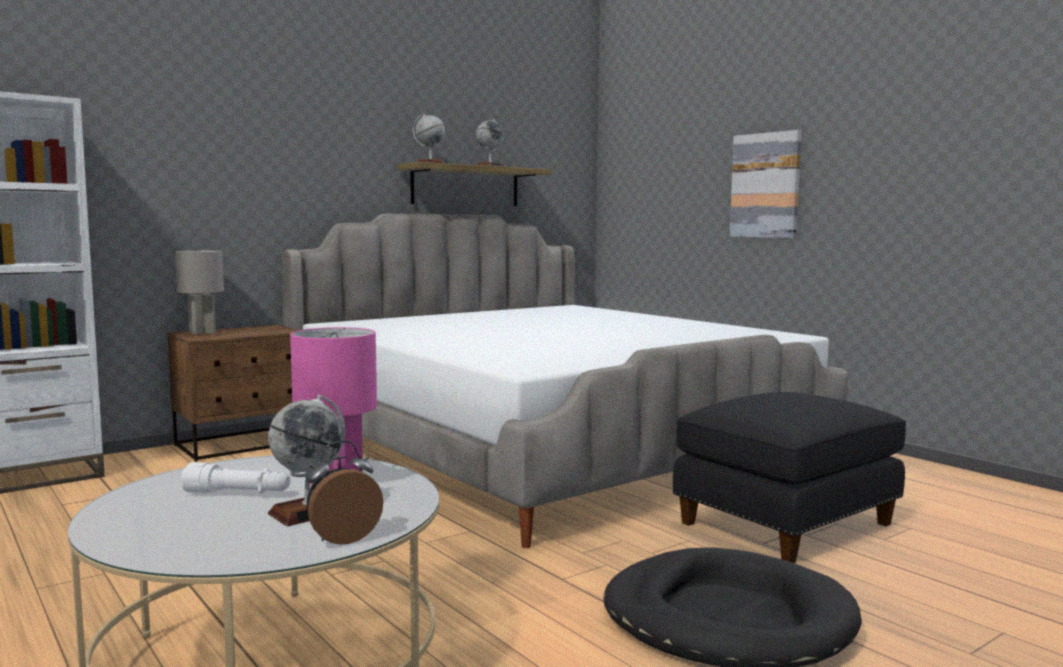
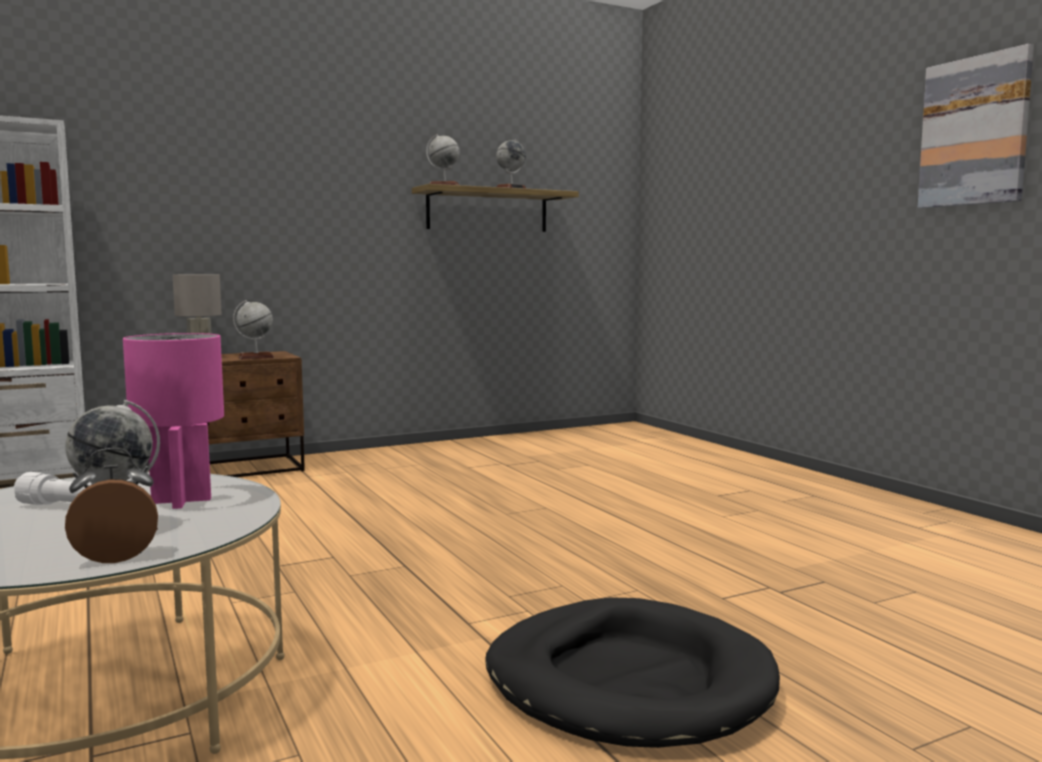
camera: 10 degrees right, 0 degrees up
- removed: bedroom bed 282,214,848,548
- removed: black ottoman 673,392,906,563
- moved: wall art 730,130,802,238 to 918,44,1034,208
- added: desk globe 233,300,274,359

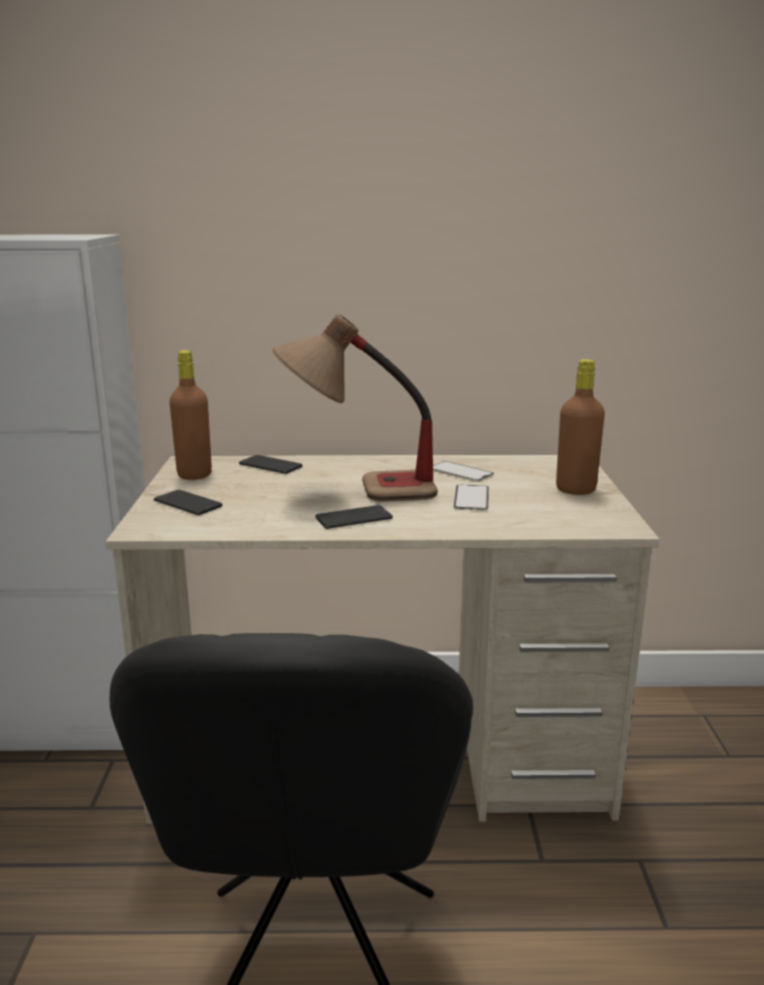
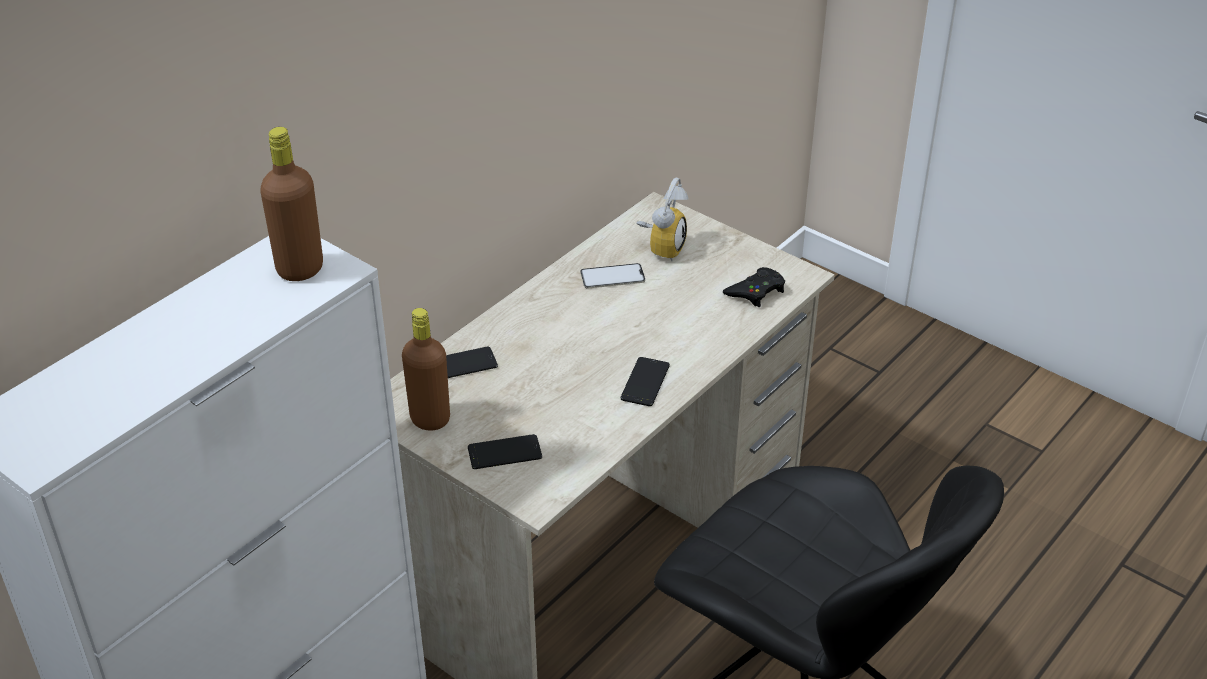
camera: 50 degrees left, 20 degrees up
- removed: table lamp 272,314,438,502
- removed: phone 454,485,489,510
- moved: brownish drink bottle 556,359,605,495 to 260,127,323,281
- added: table clock 637,177,689,261
- added: black game controller 723,267,785,307

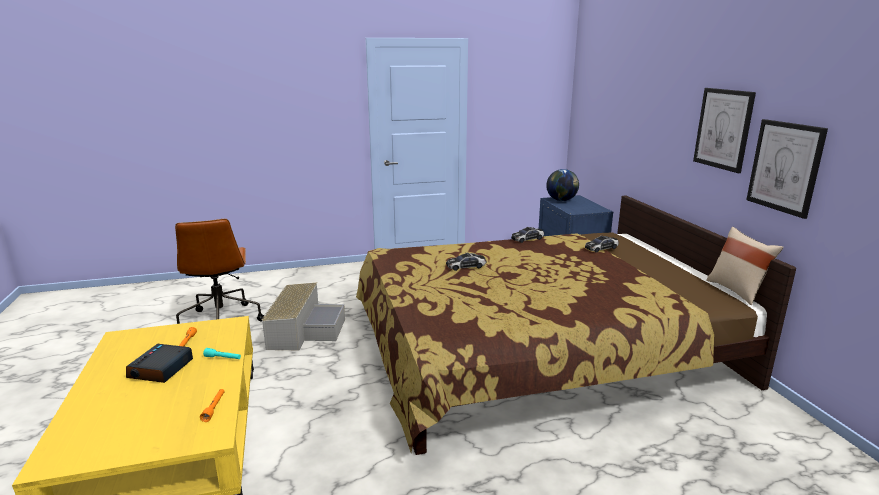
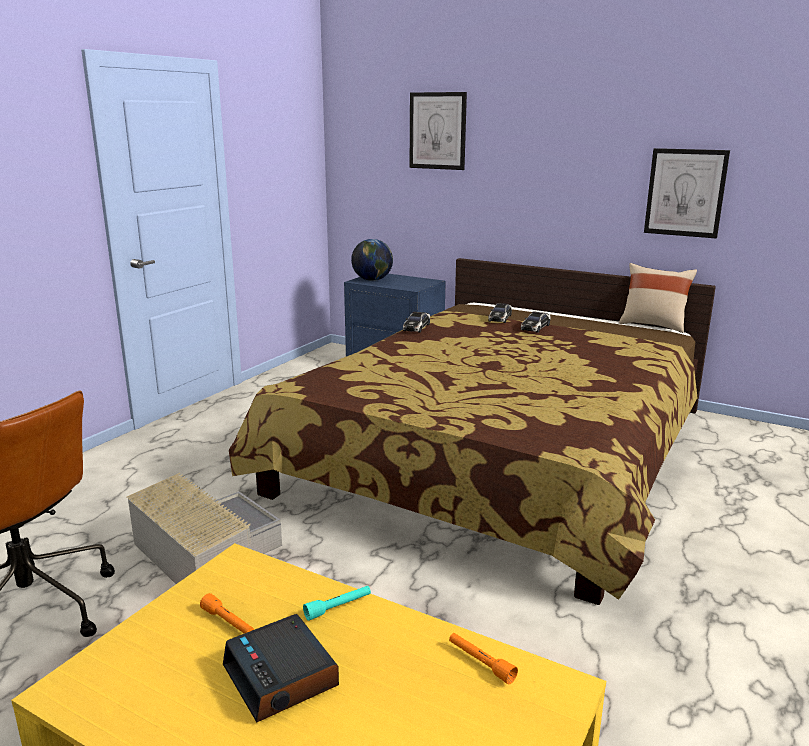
camera: 45 degrees left, 0 degrees up
- moved: miniature car 446,253,486,271 to 521,311,550,333
- moved: wall art 693,88,756,173 to 410,92,467,170

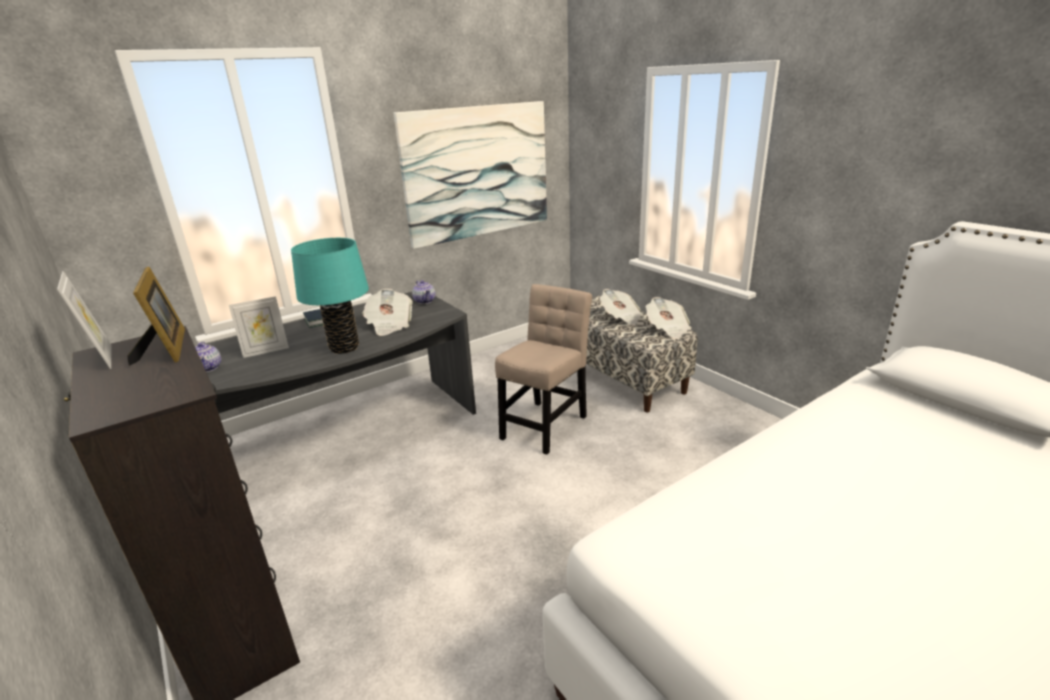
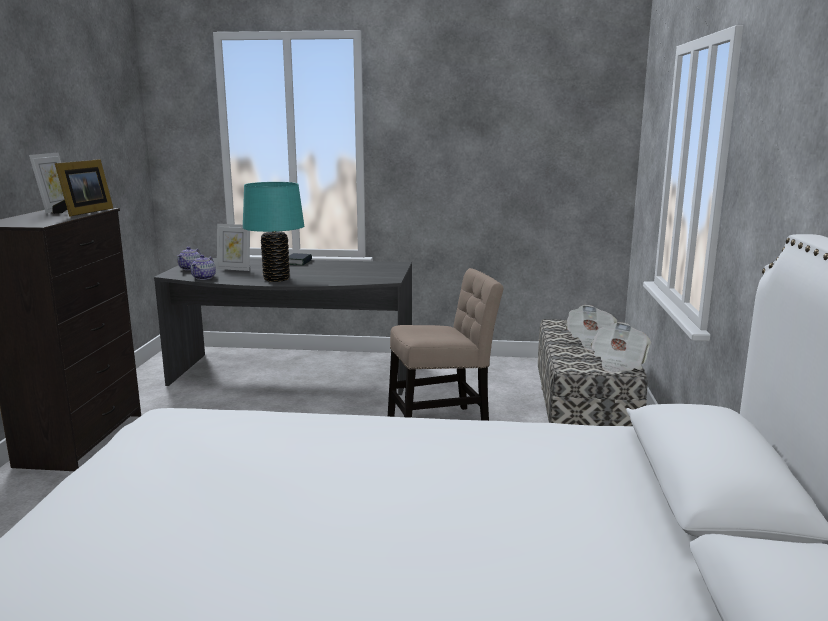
camera: 40 degrees right, 10 degrees down
- removed: daily paper 362,289,413,336
- removed: wall art 393,101,547,249
- moved: tea pot 412,280,435,304 to 191,255,216,280

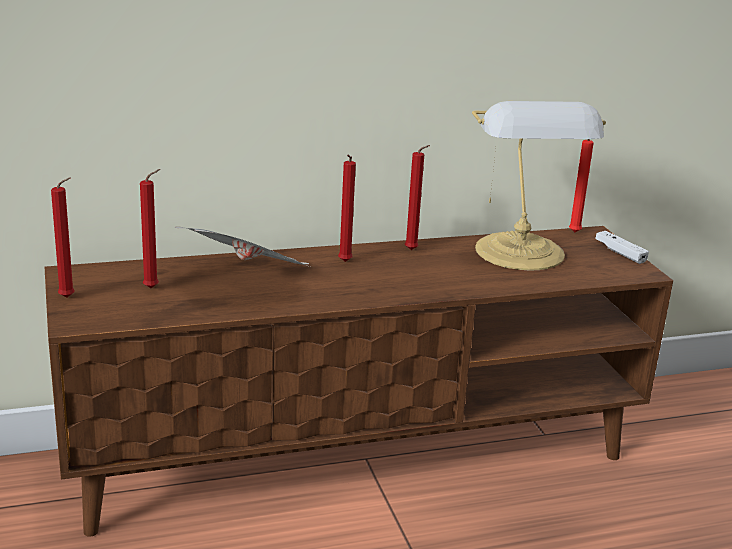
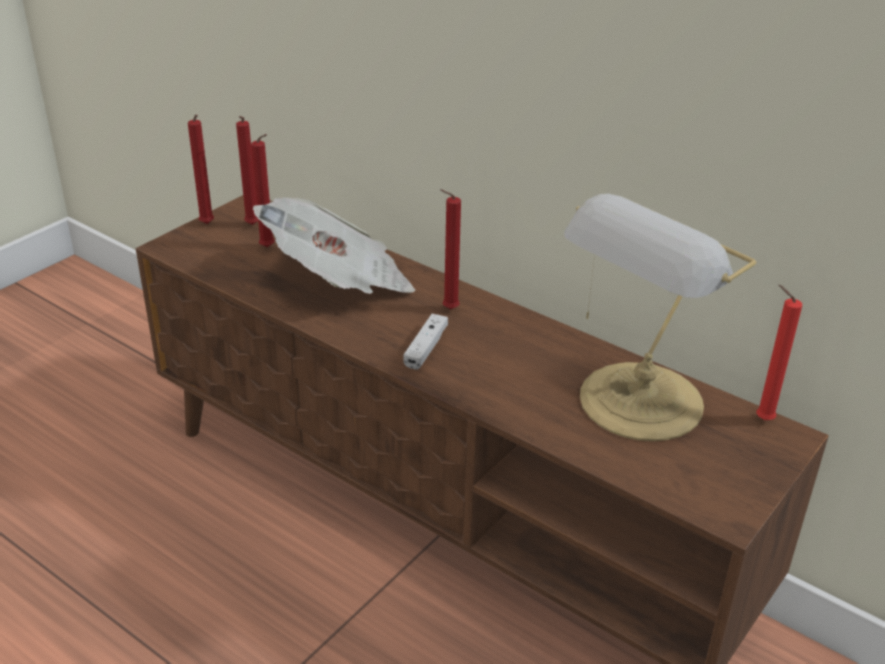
camera: 55 degrees right, 10 degrees up
- moved: red wax candle 405,145,430,250 to 236,116,258,225
- moved: whitish game controller 595,231,649,264 to 403,314,448,370

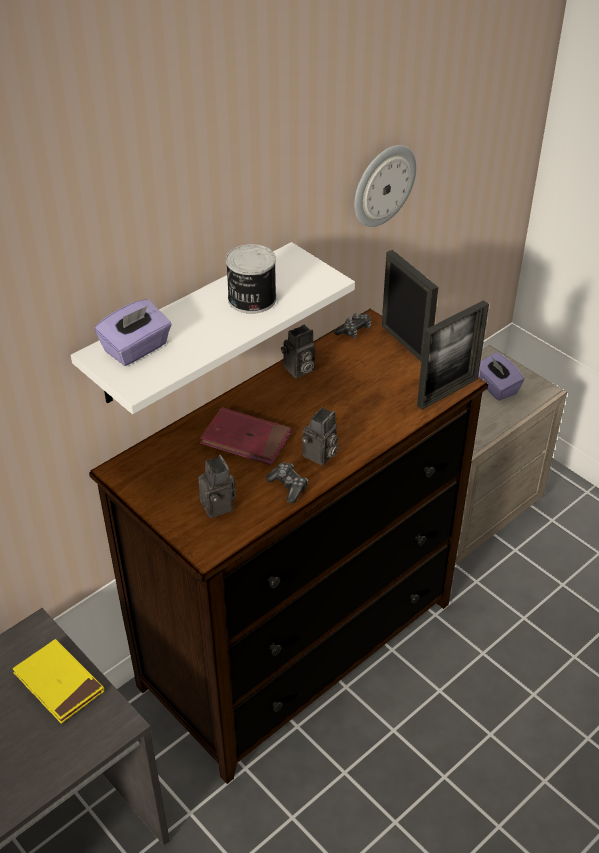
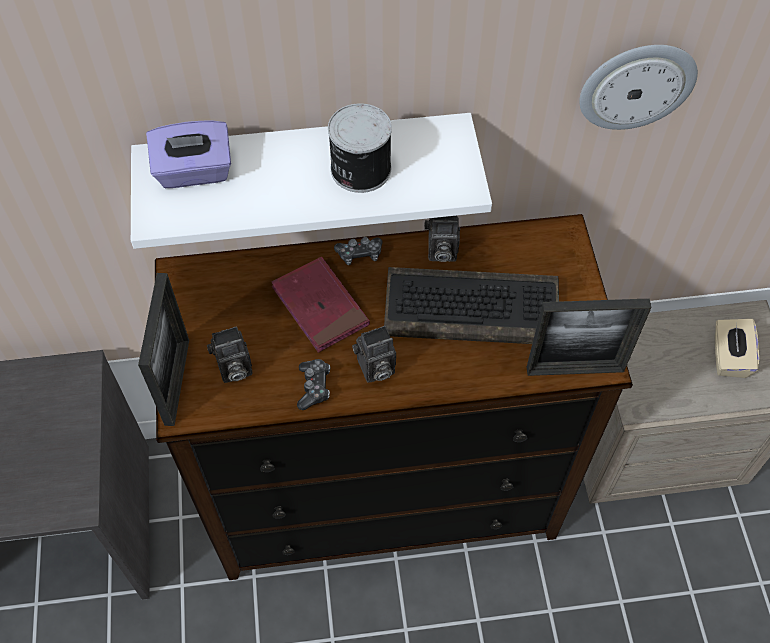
camera: 35 degrees right, 15 degrees up
- removed: yellow volume 13,639,104,724
- turned: photo camera 198,455,236,518 = 207,326,253,383 60 degrees clockwise
- moved: game controller 334,313,372,338 to 334,237,383,265
- moved: picture frame 382,250,438,361 to 138,273,189,426
- recoloured: purple tissue box 478,352,524,401 to beige-coloured tissue box 715,319,759,378
- added: keyboard 384,267,559,344

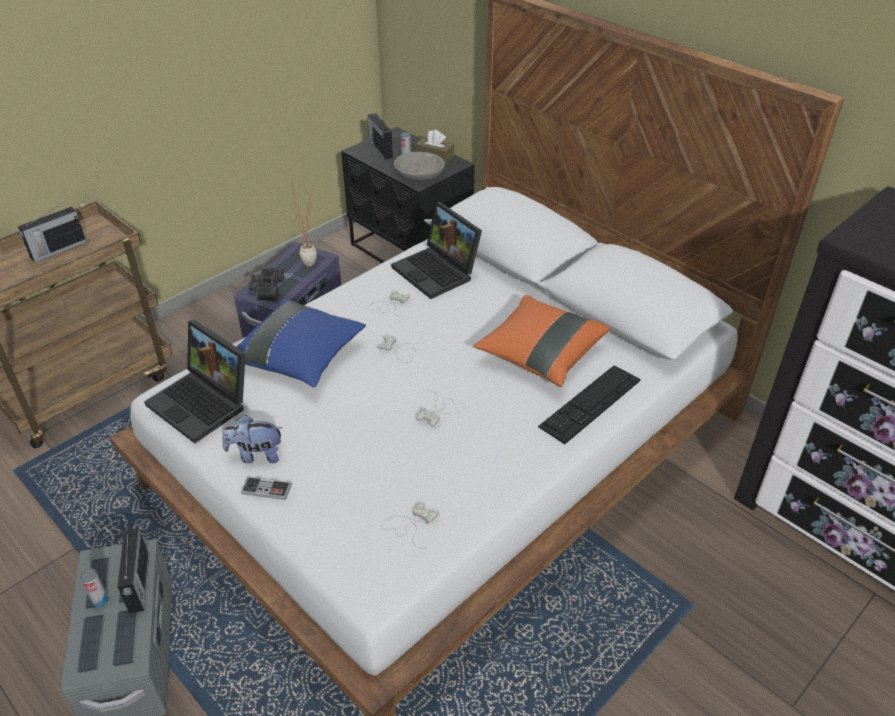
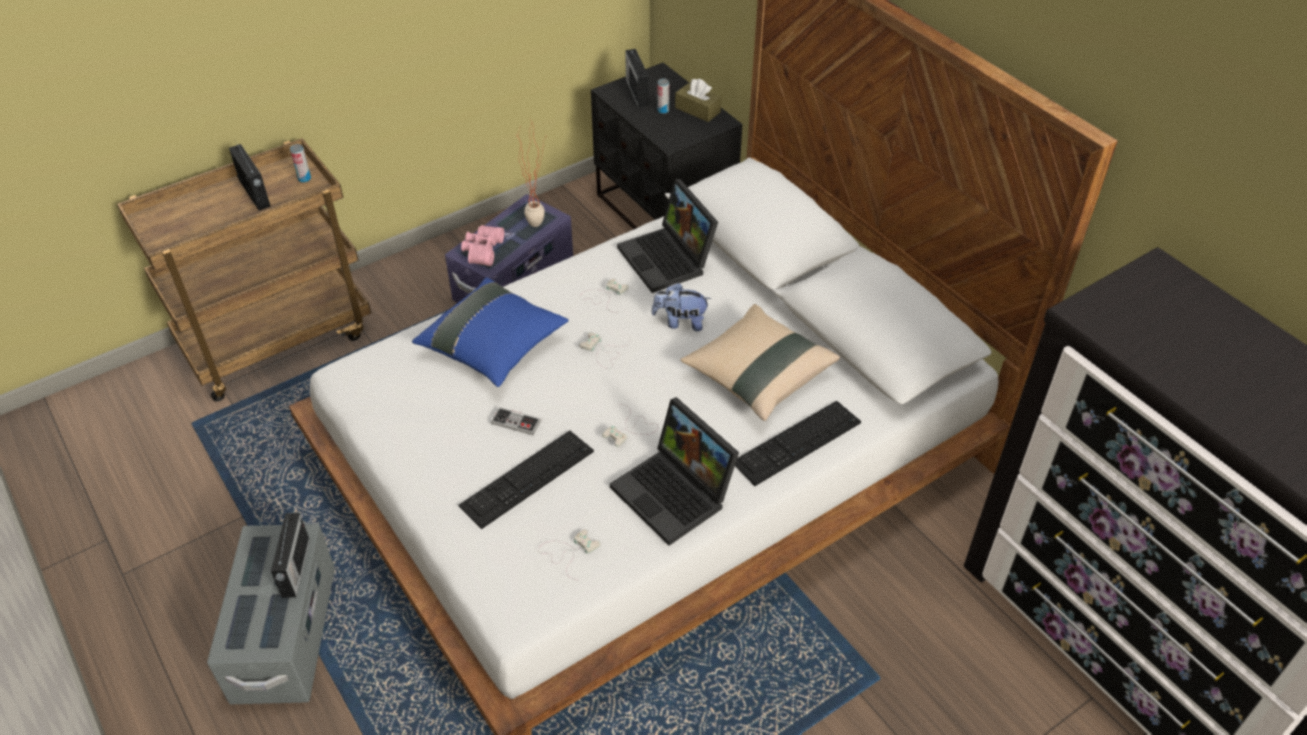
camera: 10 degrees right, 5 degrees up
- turned: radio receiver 18,202,87,262 = 229,144,271,210 90 degrees counterclockwise
- moved: can 80,569,108,607 to 290,144,311,183
- moved: laptop 144,320,246,444 to 610,397,739,546
- moved: soft toy 223,415,283,463 to 652,282,711,331
- moved: game controller 241,476,292,500 to 491,407,541,435
- recoloured: black pair of binoculars 248,268,284,301 to pink pair of binoculars 461,225,504,266
- removed: grey deep dish 394,152,445,181
- recoloured: orange-coloured throw pillow 473,295,610,387 to beige-coloured throw pillow 680,304,840,421
- added: keyboard 458,431,594,529

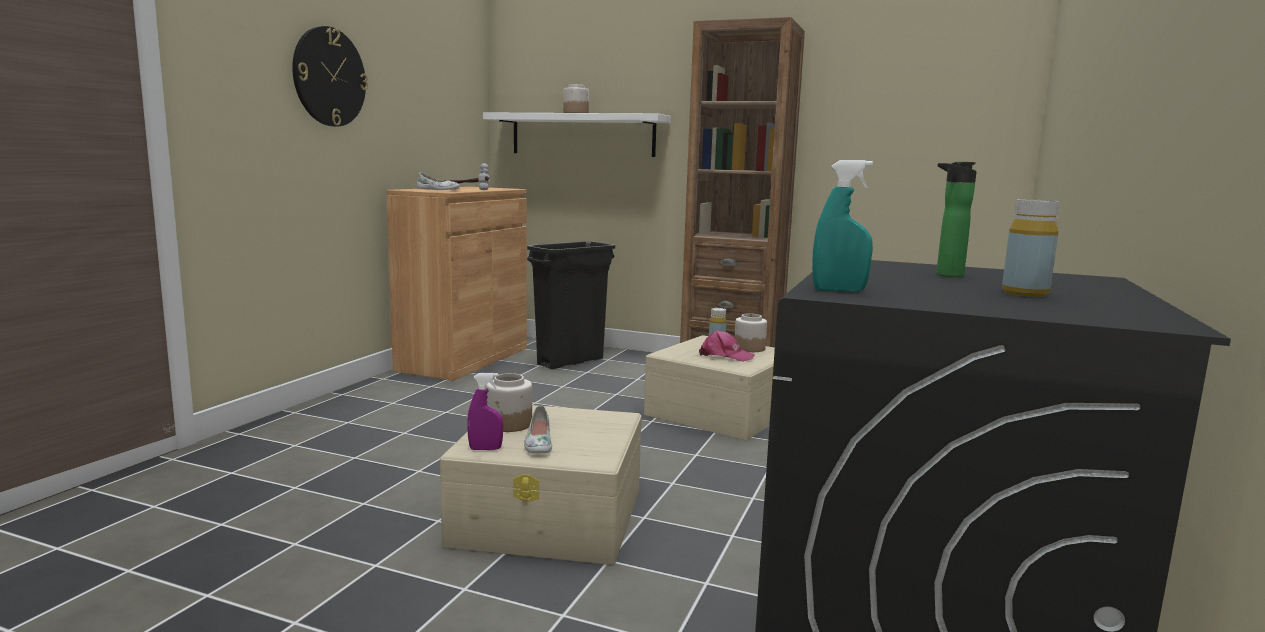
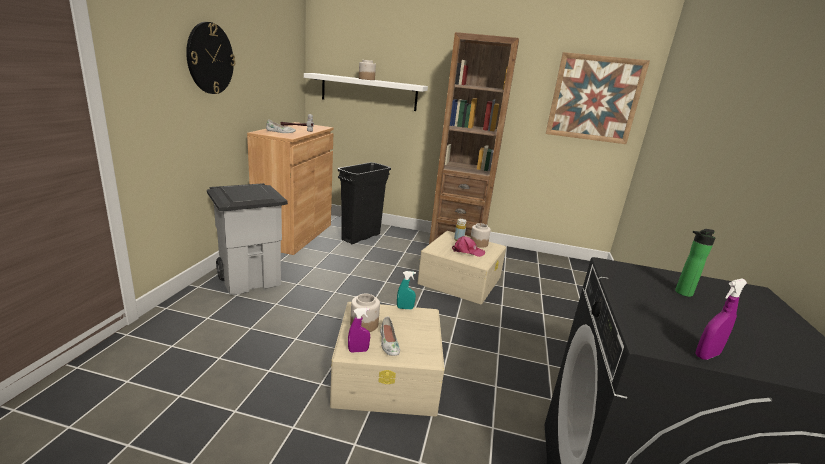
camera: 10 degrees left, 10 degrees up
- moved: turquoise spray bottle 812,160,873,292 to 397,271,416,310
- removed: yellow drink bottle 1002,199,1060,297
- added: grey rubbish bin 207,183,288,295
- added: wall art 546,52,650,144
- added: purple spray bottle 695,278,747,360

